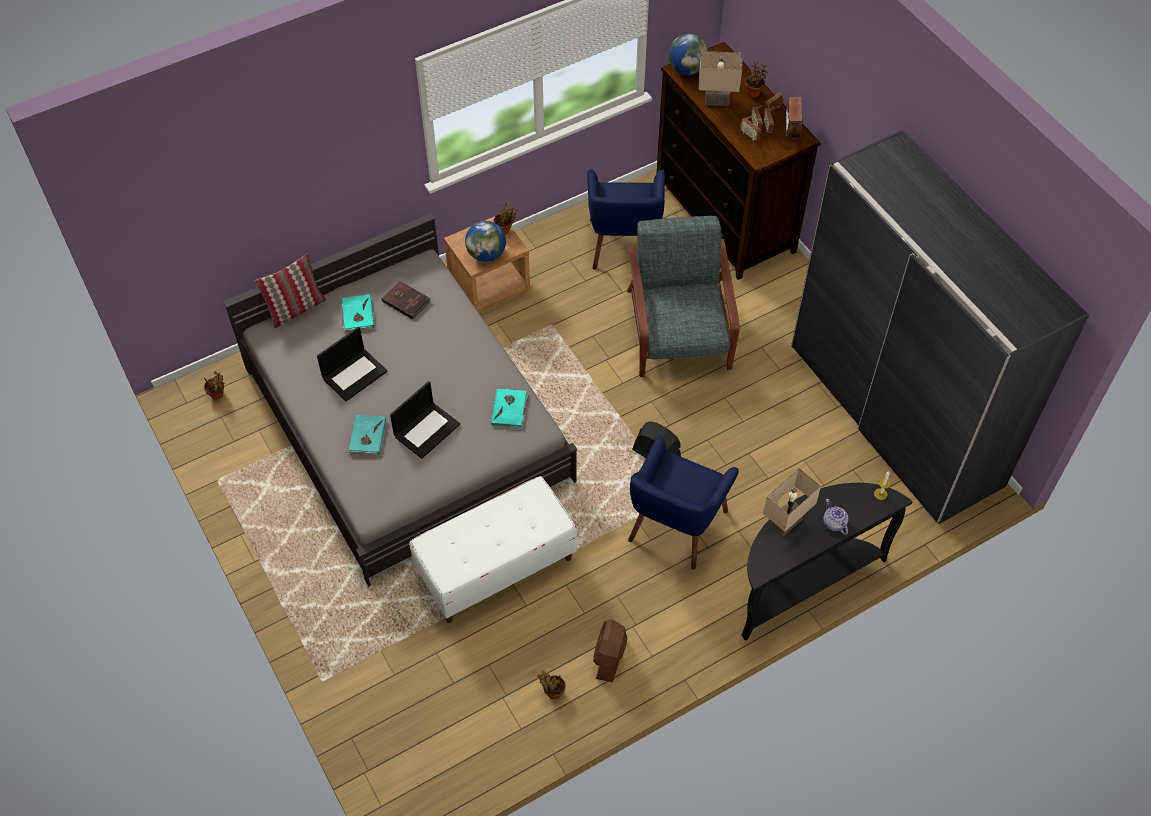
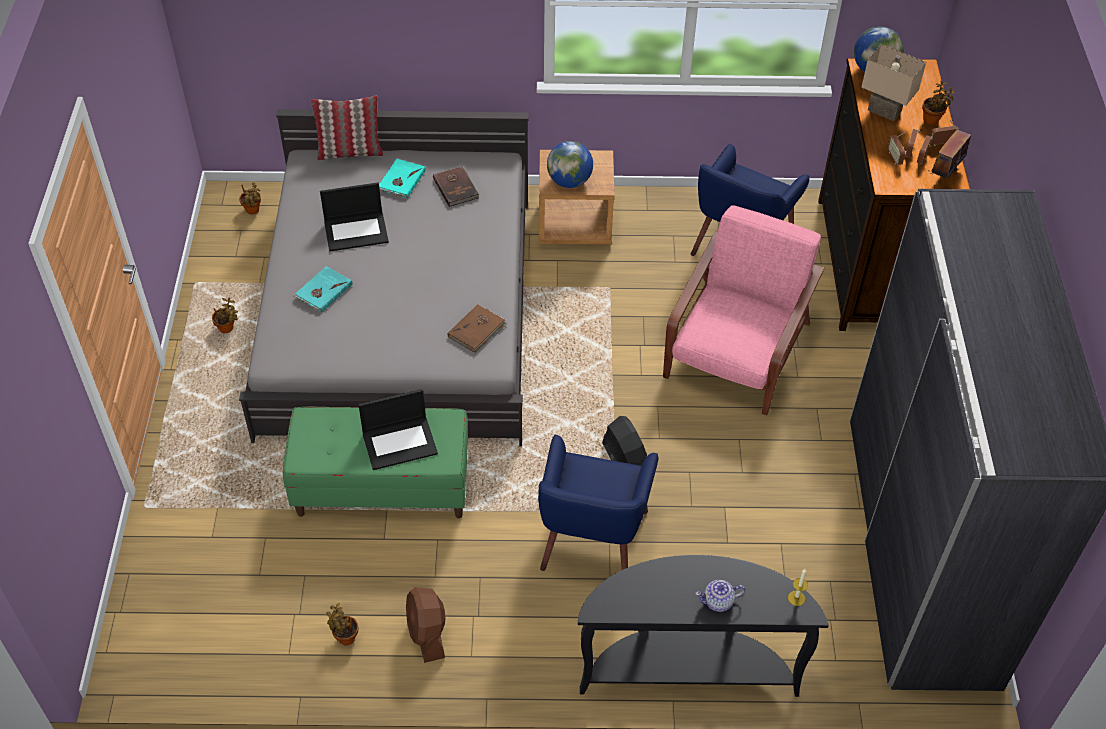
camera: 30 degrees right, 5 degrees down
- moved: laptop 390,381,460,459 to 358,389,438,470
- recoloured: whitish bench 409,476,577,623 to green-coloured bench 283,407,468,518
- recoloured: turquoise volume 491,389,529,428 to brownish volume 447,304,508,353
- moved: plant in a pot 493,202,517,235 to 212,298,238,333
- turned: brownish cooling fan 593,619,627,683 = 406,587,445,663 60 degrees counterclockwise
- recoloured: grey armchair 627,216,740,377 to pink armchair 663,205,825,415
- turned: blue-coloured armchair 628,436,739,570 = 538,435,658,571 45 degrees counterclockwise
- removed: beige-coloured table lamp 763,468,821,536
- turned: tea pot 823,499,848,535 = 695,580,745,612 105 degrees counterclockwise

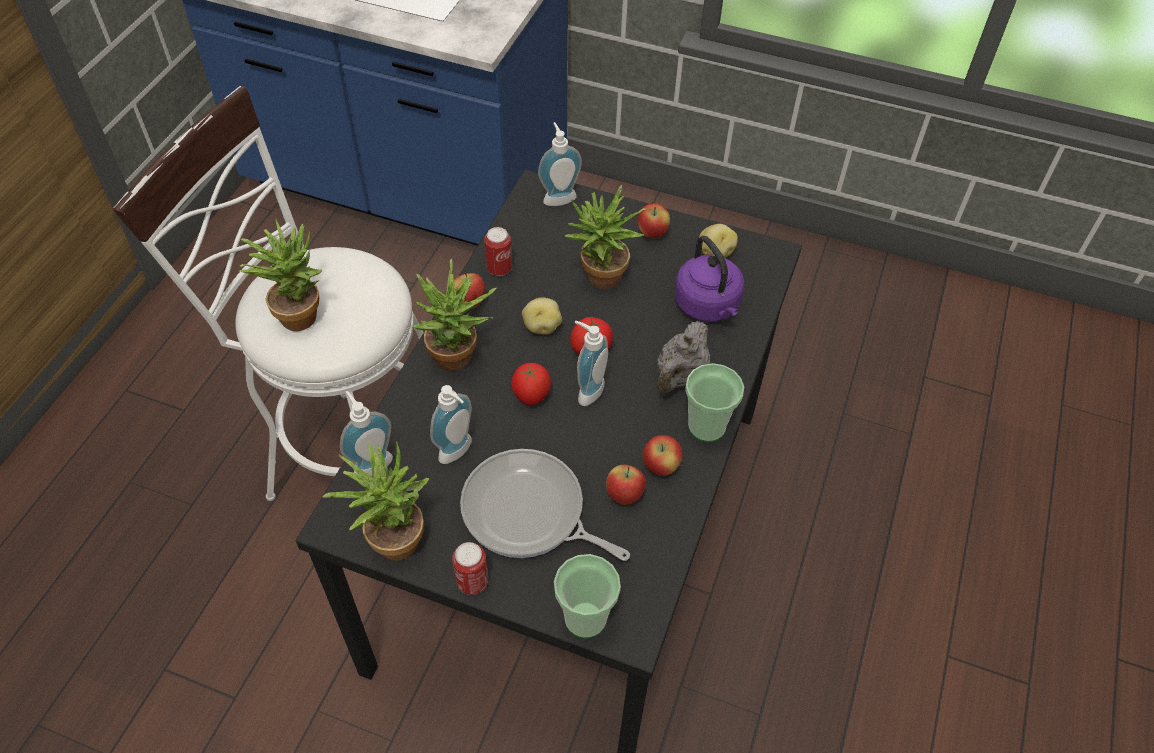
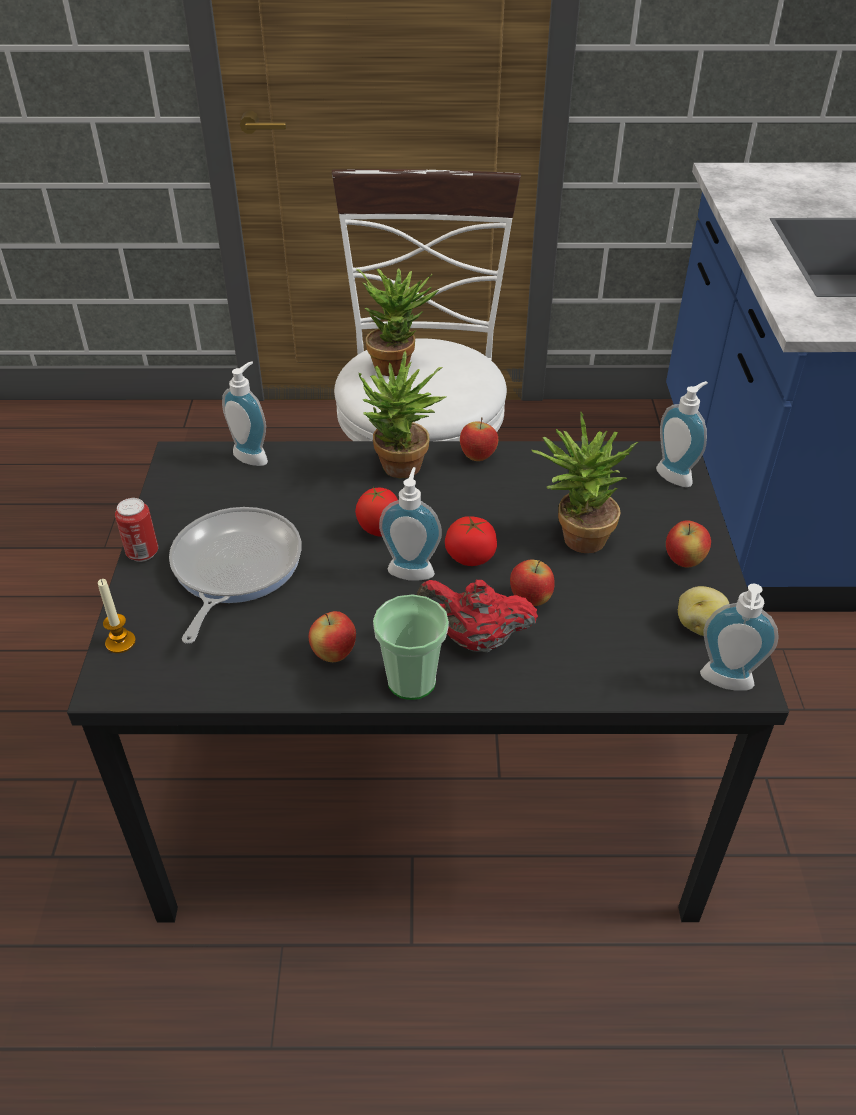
camera: 70 degrees right, 10 degrees down
- removed: plant in a pot 322,442,429,561
- moved: liquid soap bottle 430,385,472,464 to 700,583,779,691
- removed: can 484,227,512,276
- removed: whole potato 522,298,562,335
- replaced: small cup 554,554,621,638 to wax candle 98,579,136,653
- moved: whole apple 606,465,646,505 to 510,560,555,606
- recoloured: grey tea pot 657,321,710,393 to red tea pot 417,580,538,652
- removed: purple kettle 675,236,744,322

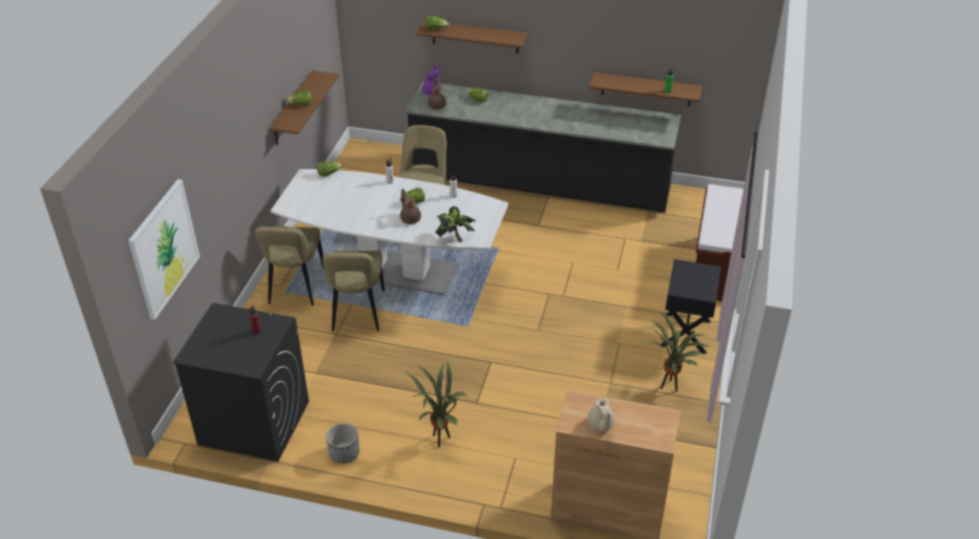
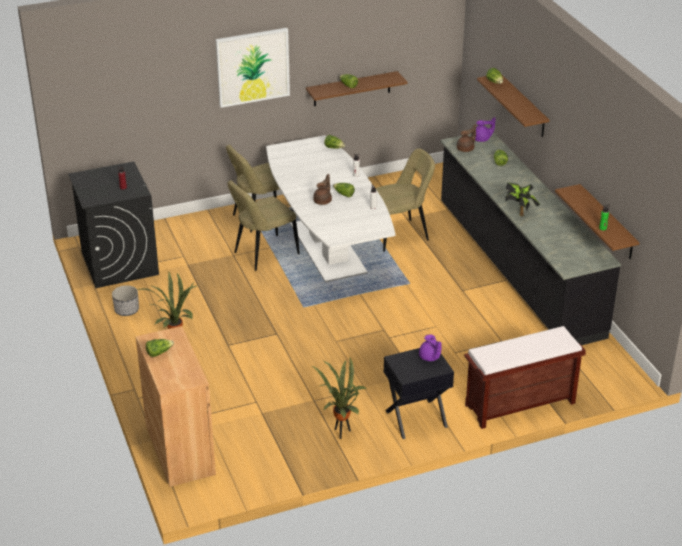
camera: 55 degrees right, 5 degrees down
- moved: wall art 128,179,200,320 to 215,28,290,108
- moved: plant in a pot 435,206,476,242 to 505,183,540,216
- replaced: beige-coloured tea pot 587,397,614,431 to head of lettuce 146,339,174,357
- added: purple tea pot 419,334,441,361

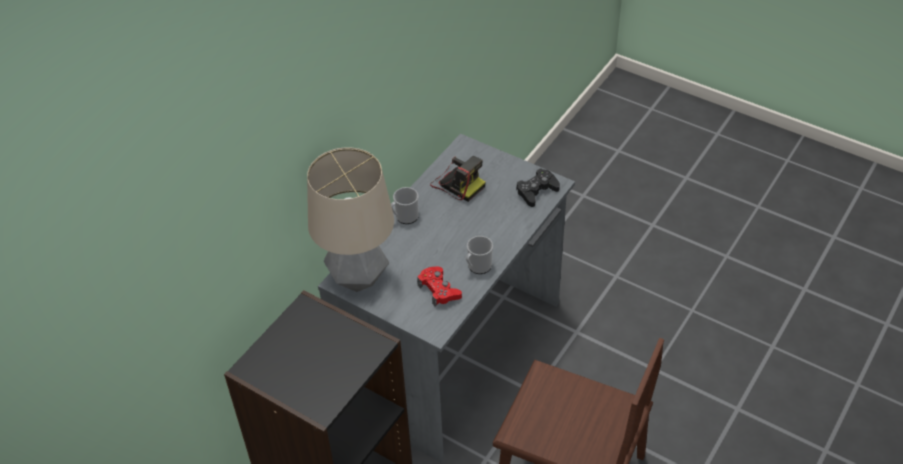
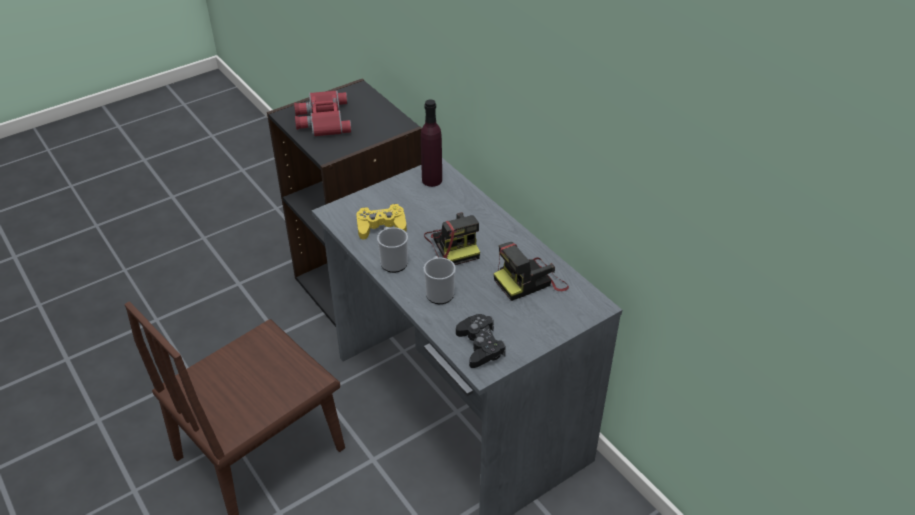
camera: 110 degrees right, 5 degrees down
- replaced: table lamp 307,147,394,292 to purple drink bottle 421,99,442,187
- moved: tea mug 391,187,419,224 to 424,256,456,304
- recoloured: red game controller 417,266,462,307 to yellow game controller 356,204,407,239
- added: red pair of binoculars 294,90,352,137
- added: photo camera 424,212,480,265

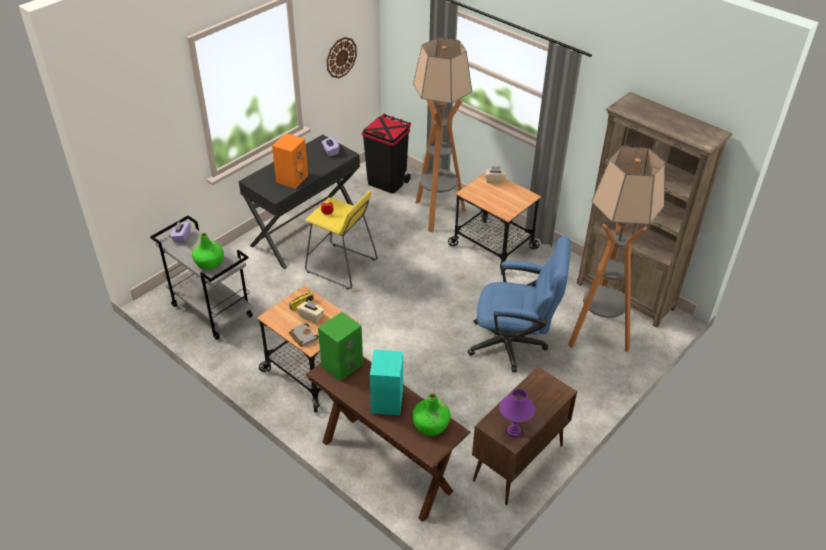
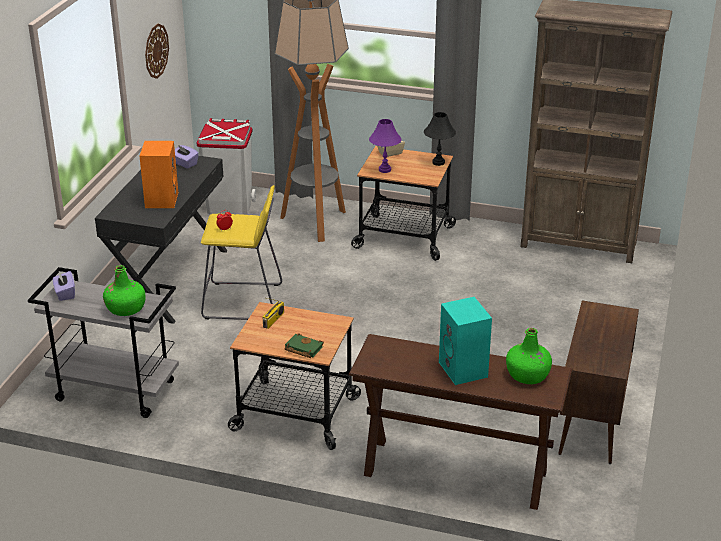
camera: 25 degrees left, 10 degrees down
- recoloured: grey volume 289,323,319,347 to green-coloured volume 284,333,324,358
- removed: beige-coloured tissue box 297,300,325,323
- removed: green-coloured speaker 318,312,363,381
- recoloured: black rubbish bin 362,114,411,194 to whitish rubbish bin 197,118,256,215
- removed: blue-coloured office chair 468,236,571,372
- moved: purple table lamp 499,389,535,437 to 369,119,402,173
- removed: standing lamp 568,147,665,352
- added: black table lamp 424,112,456,166

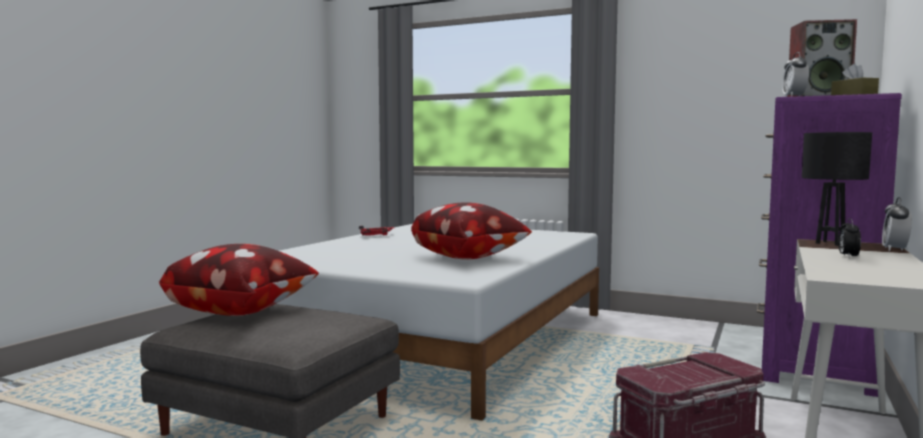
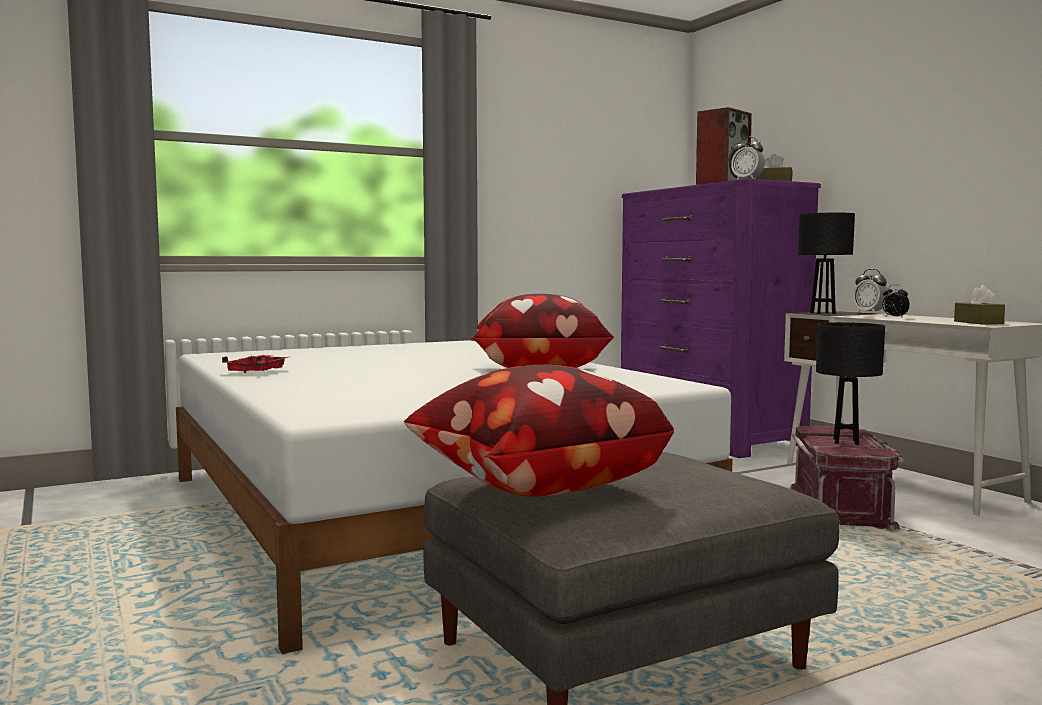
camera: 55 degrees left, 0 degrees up
- added: black table lamp 816,322,885,445
- added: brownish tissue box 954,285,1005,325

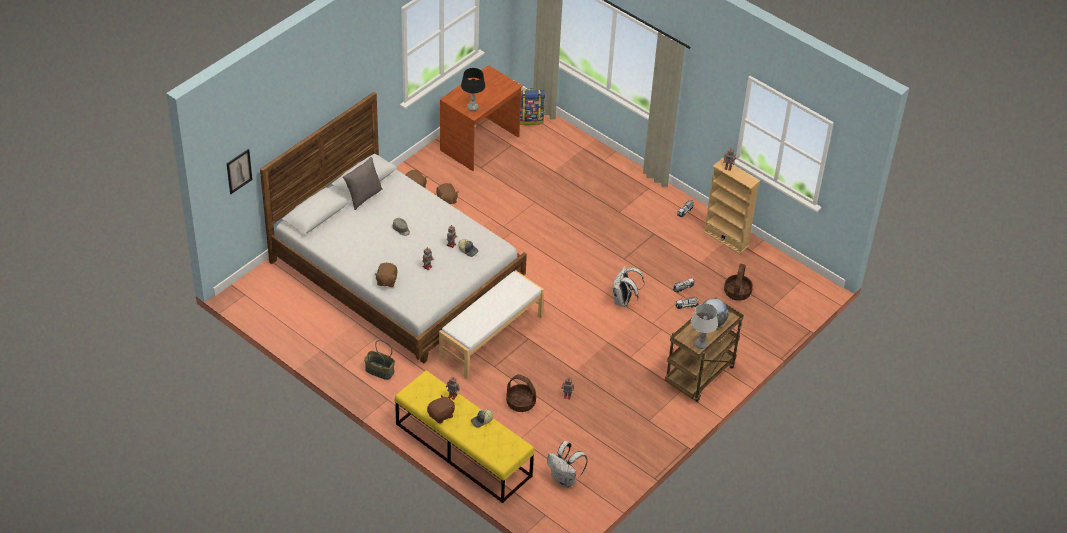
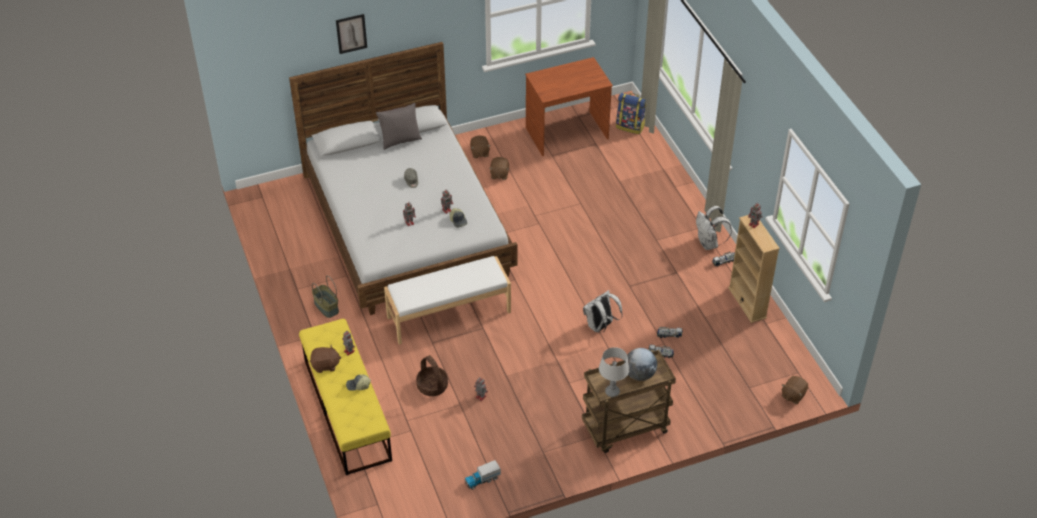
camera: 30 degrees right, 0 degrees up
- moved: wall art 227,149,252,194 to 336,14,367,54
- moved: brownish soft toy 374,263,398,287 to 781,376,808,404
- removed: black table lamp 461,68,485,111
- moved: whitish knapsack 547,441,588,488 to 696,206,732,250
- removed: basket 724,264,753,300
- added: toy lorry 465,460,501,490

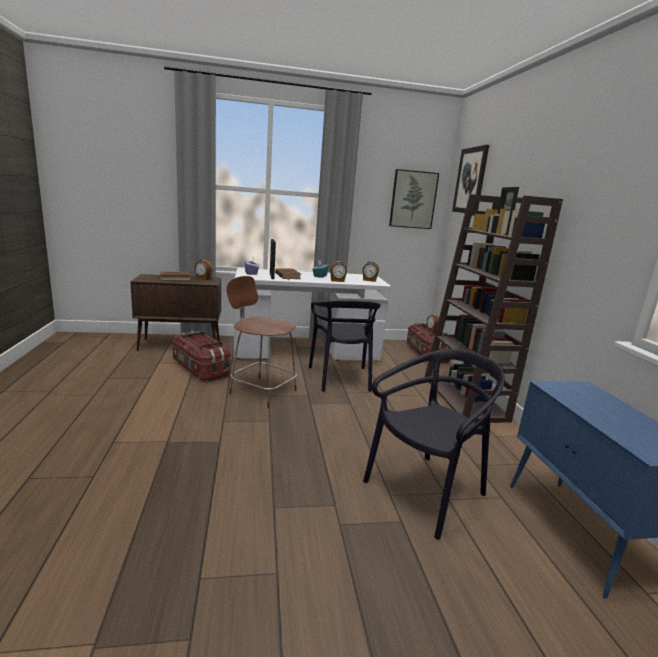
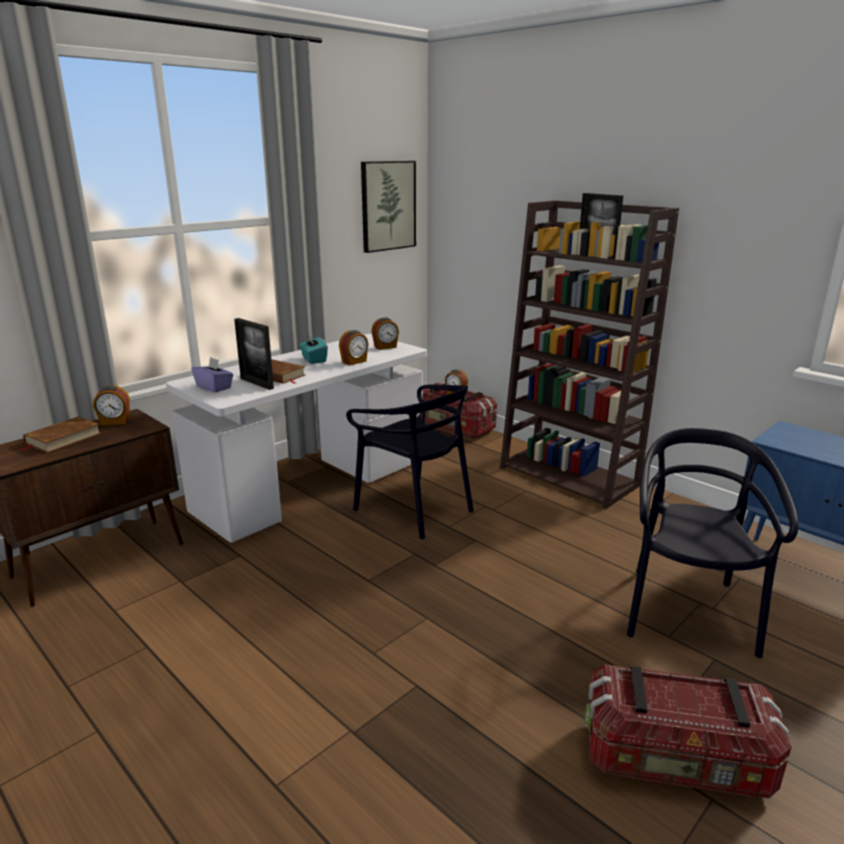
camera: 35 degrees left, 5 degrees up
- moved: storage container 172,331,231,381 to 585,665,792,799
- removed: brownish plain chair 226,276,297,408
- removed: wall art 452,145,489,213

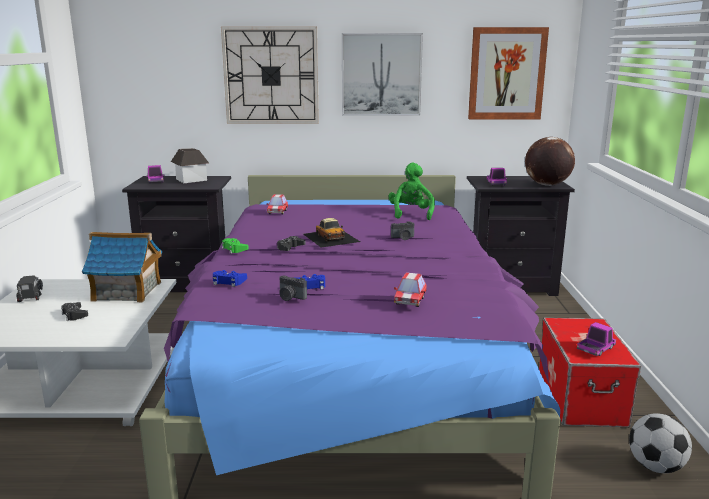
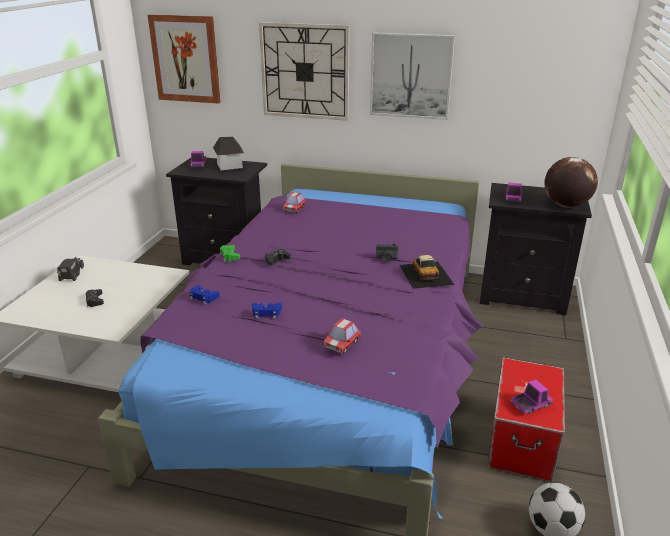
camera: 15 degrees right, 10 degrees up
- removed: model house 82,232,162,302
- removed: photo camera 279,276,307,301
- moved: miniature car 303,218,360,248 to 400,255,454,289
- removed: green-coloured soft toy 388,163,435,220
- moved: wall art 468,27,549,119 to 148,14,221,104

